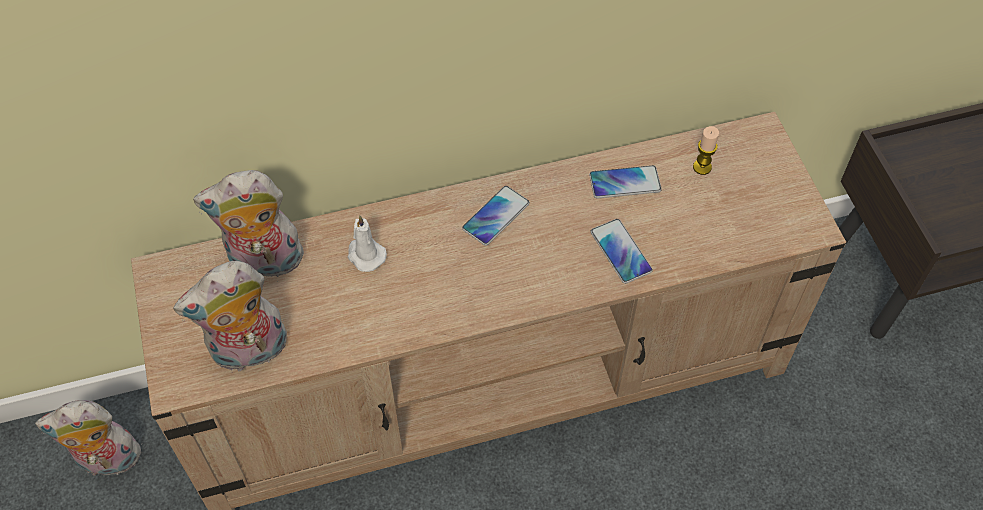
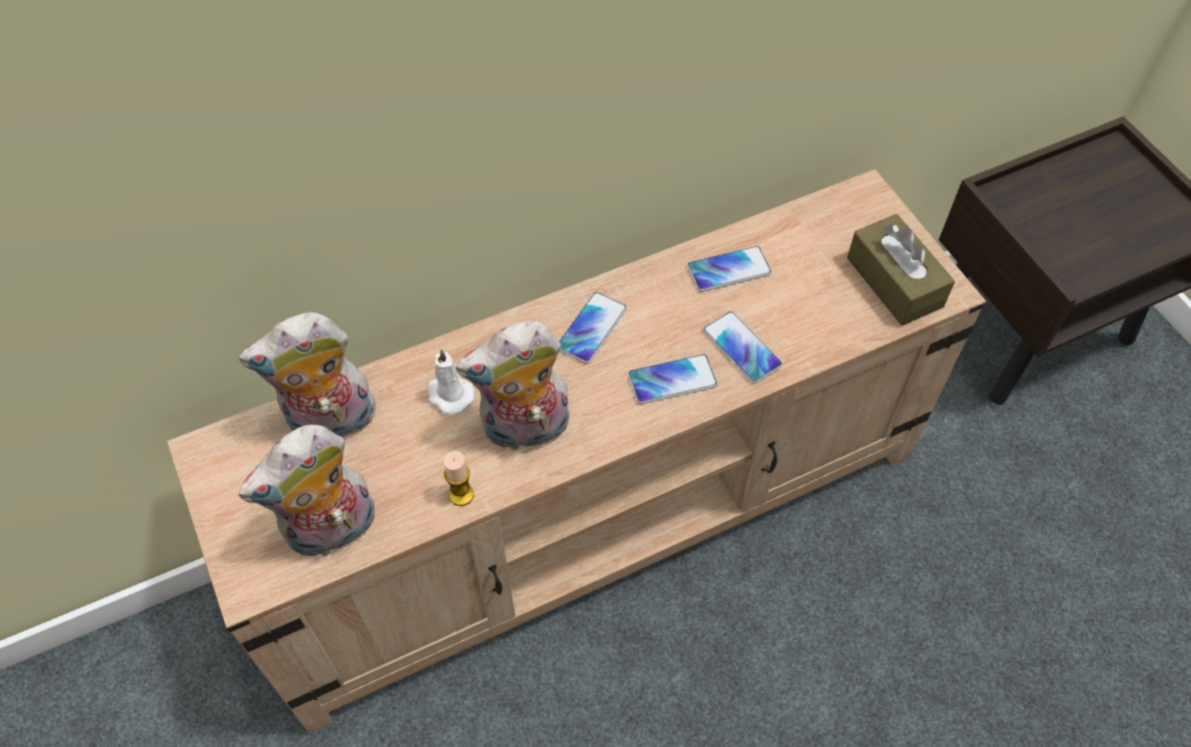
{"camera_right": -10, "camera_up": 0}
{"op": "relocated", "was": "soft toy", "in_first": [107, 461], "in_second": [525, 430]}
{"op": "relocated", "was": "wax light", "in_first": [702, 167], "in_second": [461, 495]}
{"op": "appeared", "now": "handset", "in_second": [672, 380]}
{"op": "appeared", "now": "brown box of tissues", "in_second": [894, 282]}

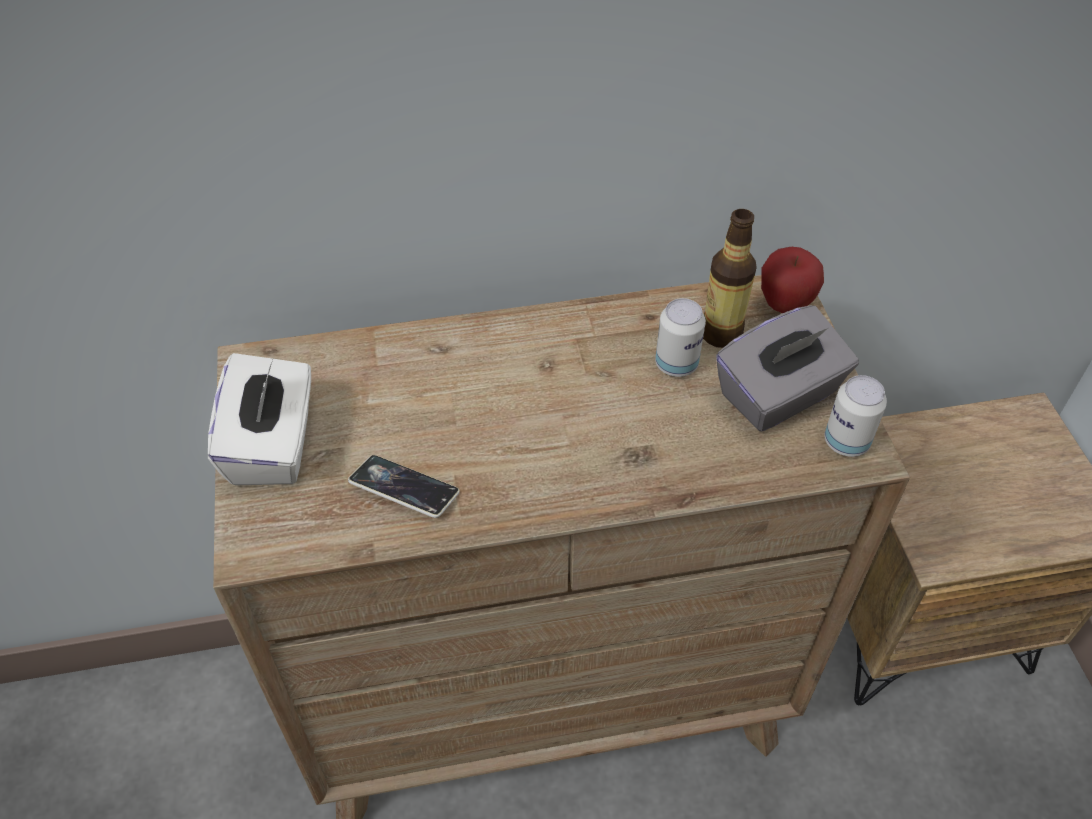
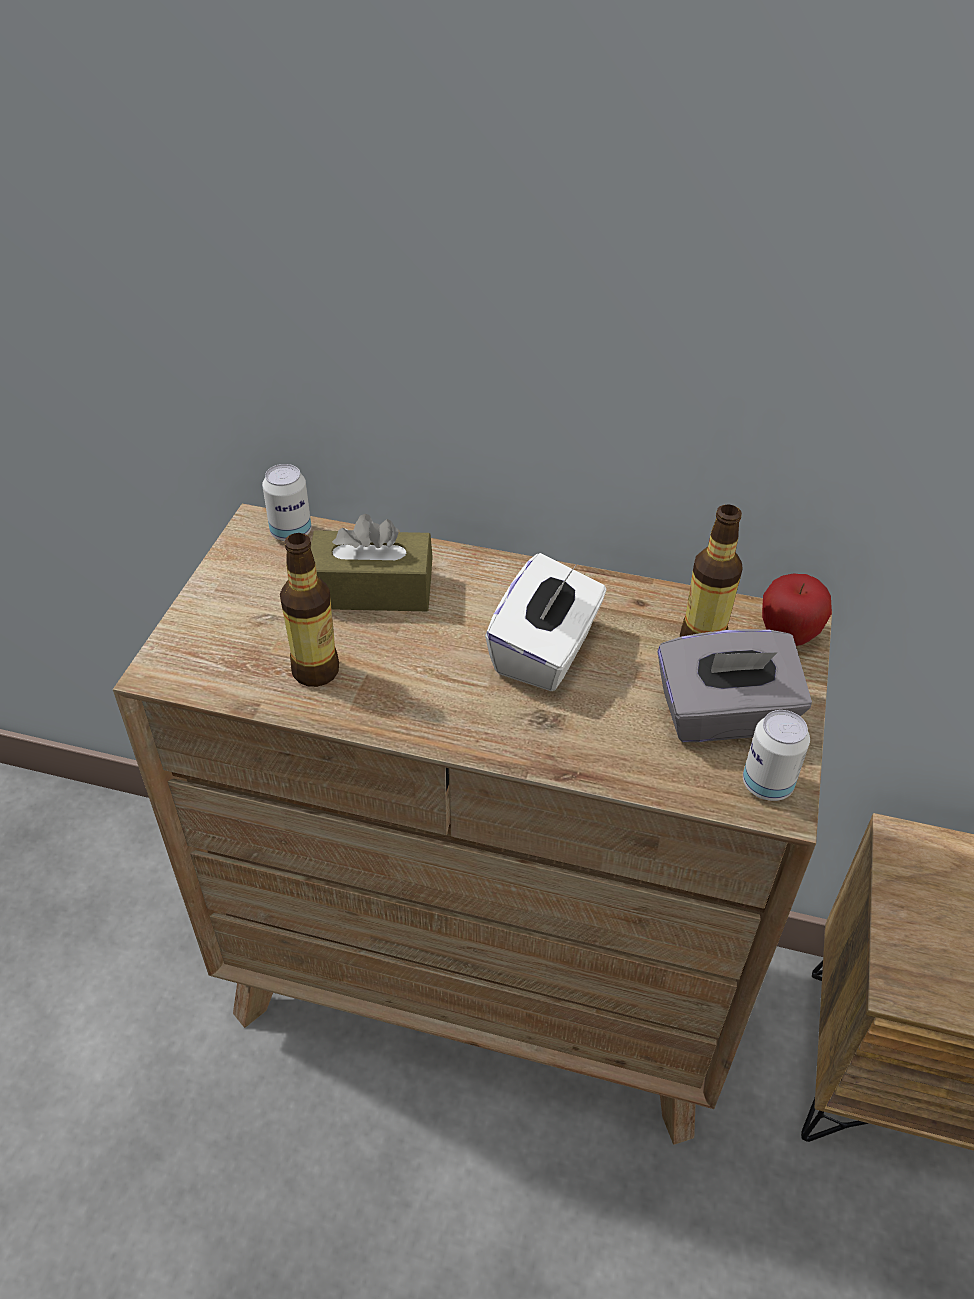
{"camera_right": 25, "camera_up": -5}
{"op": "relocated", "was": "white-coloured box of tissues", "in_first": [273, 445], "in_second": [545, 651]}
{"op": "exchanged", "was": "handset", "now": "bottle", "in_first": [404, 490], "in_second": [316, 671]}
{"op": "relocated", "was": "can", "in_first": [676, 364], "in_second": [291, 532]}
{"op": "appeared", "now": "brown box of tissues", "in_second": [372, 590]}

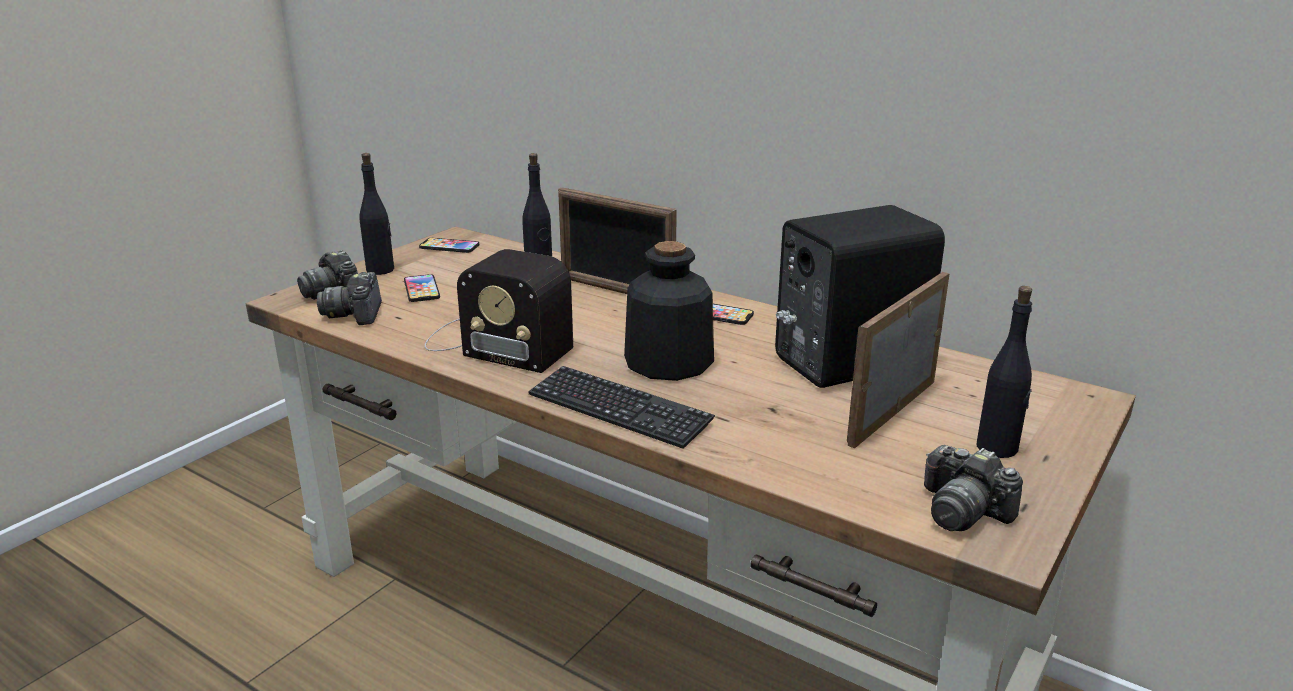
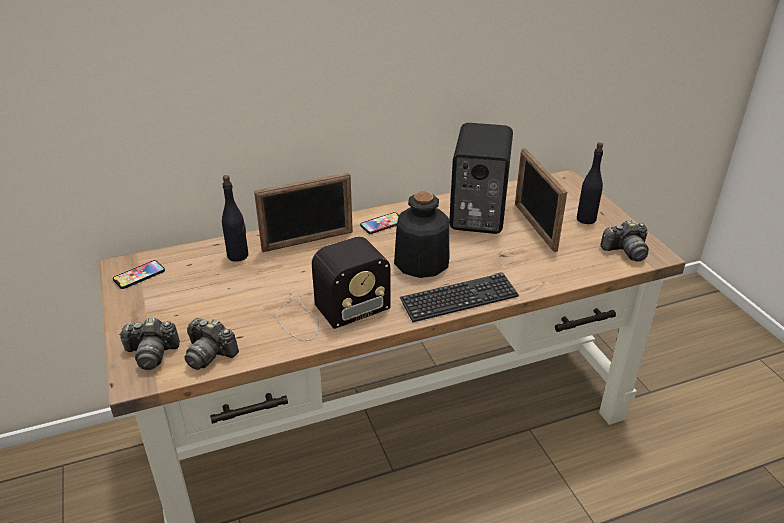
{"camera_right": -55, "camera_up": 10}
{"op": "missing", "was": "black bottle", "in_first": [380, 270]}
{"op": "missing", "was": "handset", "in_first": [421, 289]}

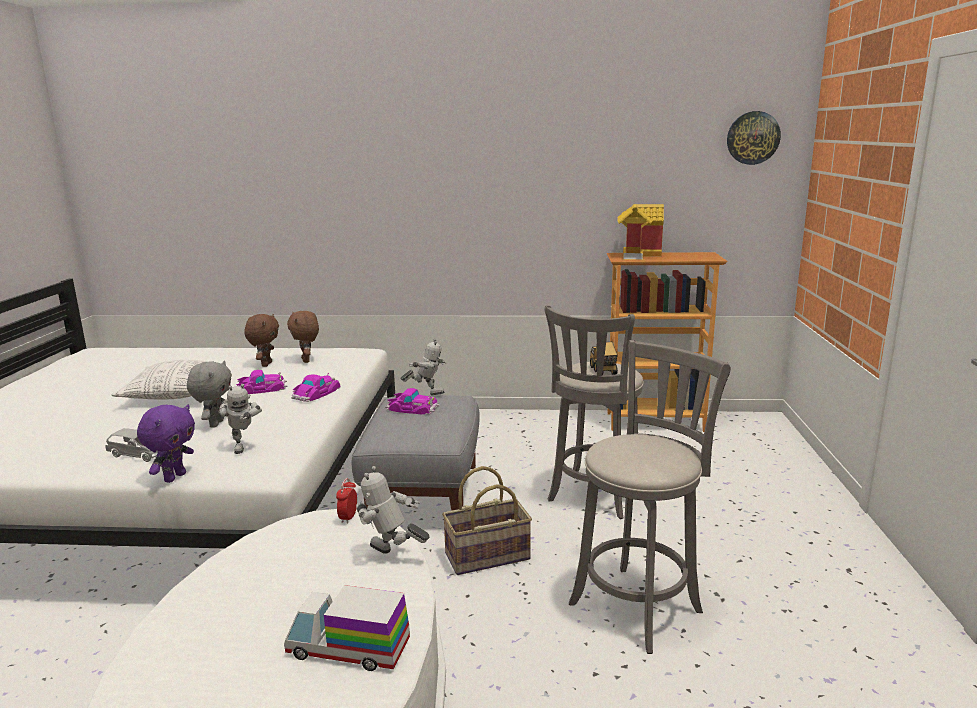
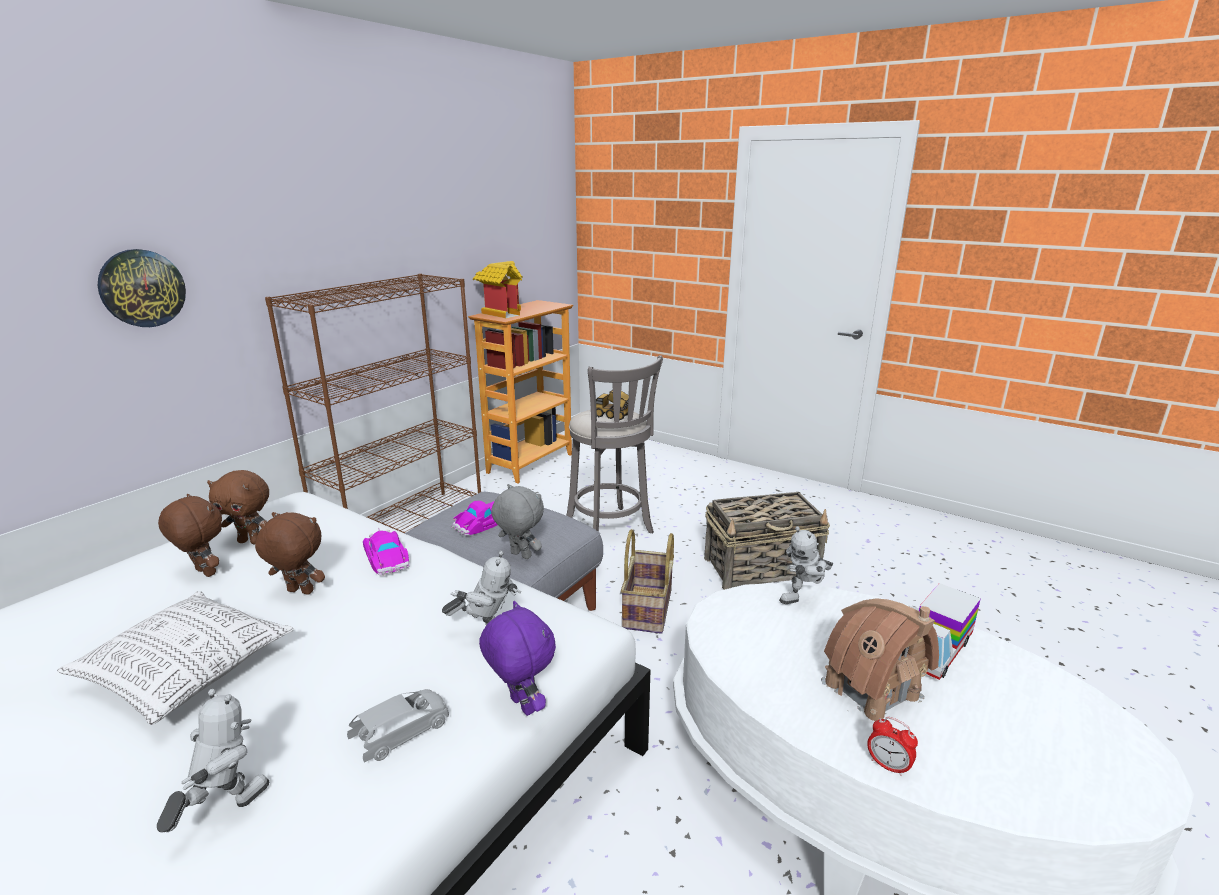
{"camera_right": -60, "camera_up": 5}
{"op": "relocated", "was": "grey soft toy", "in_first": [215, 423], "in_second": [519, 555]}
{"op": "exchanged", "was": "toy car", "now": "brown soft toy", "in_first": [261, 388], "in_second": [299, 592]}
{"op": "relocated", "was": "alarm clock", "in_first": [348, 517], "in_second": [888, 765]}
{"op": "relocated", "was": "model robot", "in_first": [426, 393], "in_second": [225, 811]}
{"op": "exchanged", "was": "grey stool", "now": "basket", "in_first": [639, 604], "in_second": [762, 568]}
{"op": "relocated", "was": "hanging clock", "in_first": [753, 138], "in_second": [142, 288]}
{"op": "appeared", "now": "brown bookcase", "in_second": [405, 529]}
{"op": "appeared", "now": "miniature house", "in_second": [872, 690]}

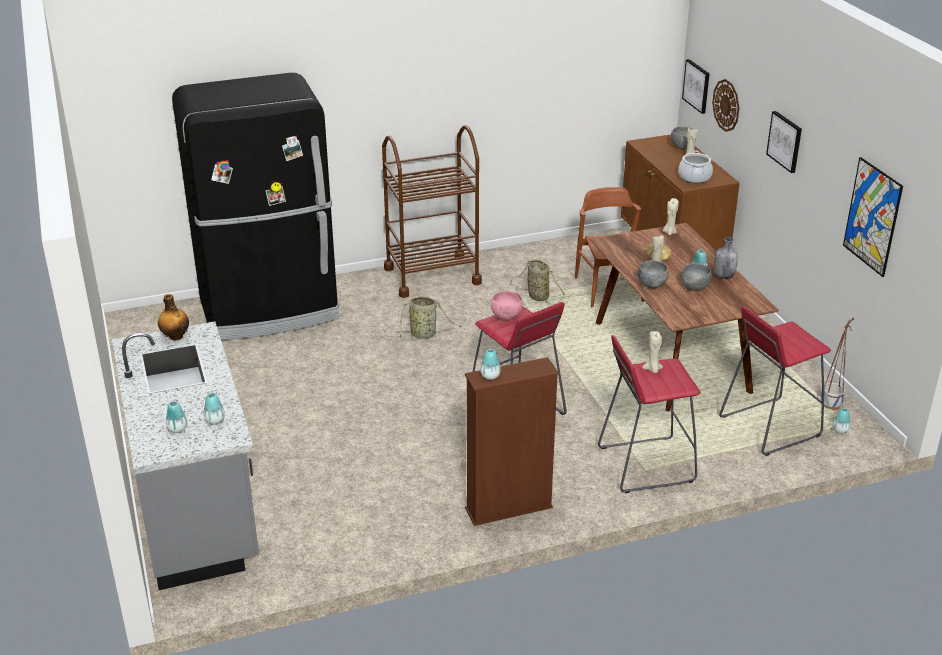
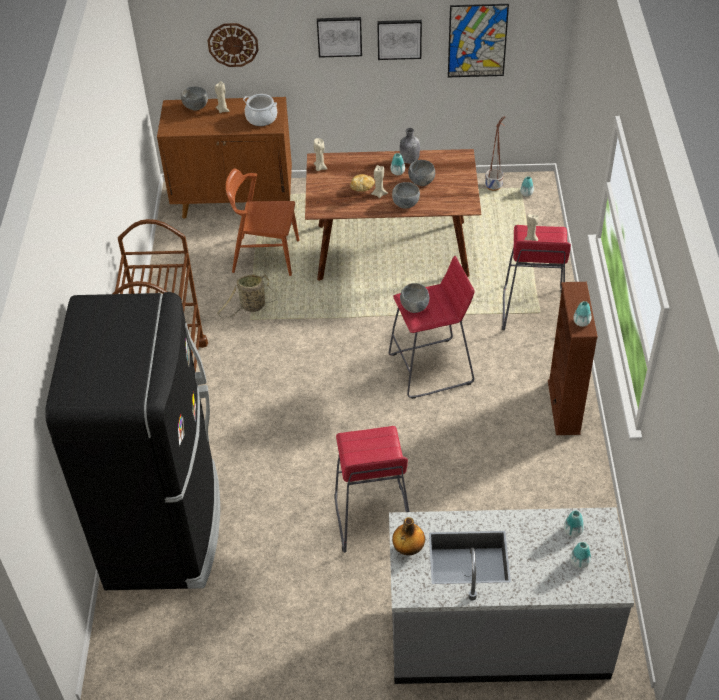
{"camera_right": -70, "camera_up": 15}
{"op": "missing", "was": "basket", "in_first": [425, 334]}
{"op": "colour", "was": "pink serving bowl", "now": "grey serving bowl", "in_first": [506, 316], "in_second": [414, 307]}
{"op": "relocated", "was": "wall art", "in_first": [697, 86], "in_second": [399, 39]}
{"op": "relocated", "was": "reddish stool", "in_first": [769, 426], "in_second": [372, 519]}

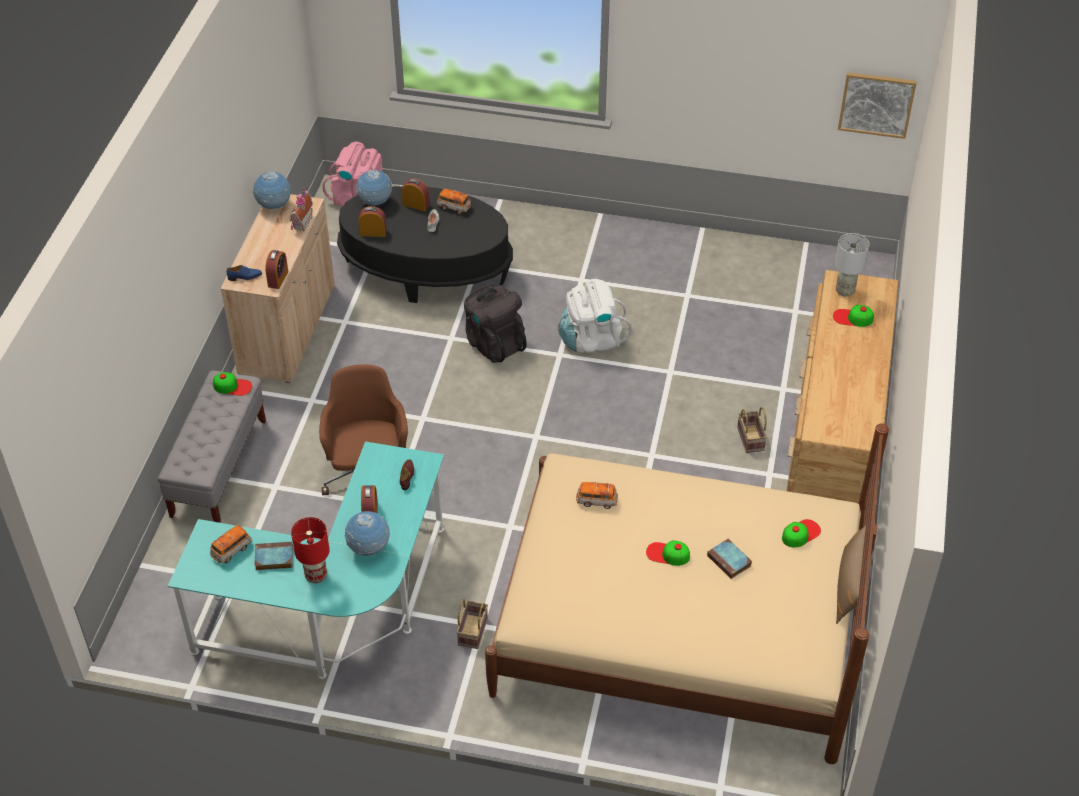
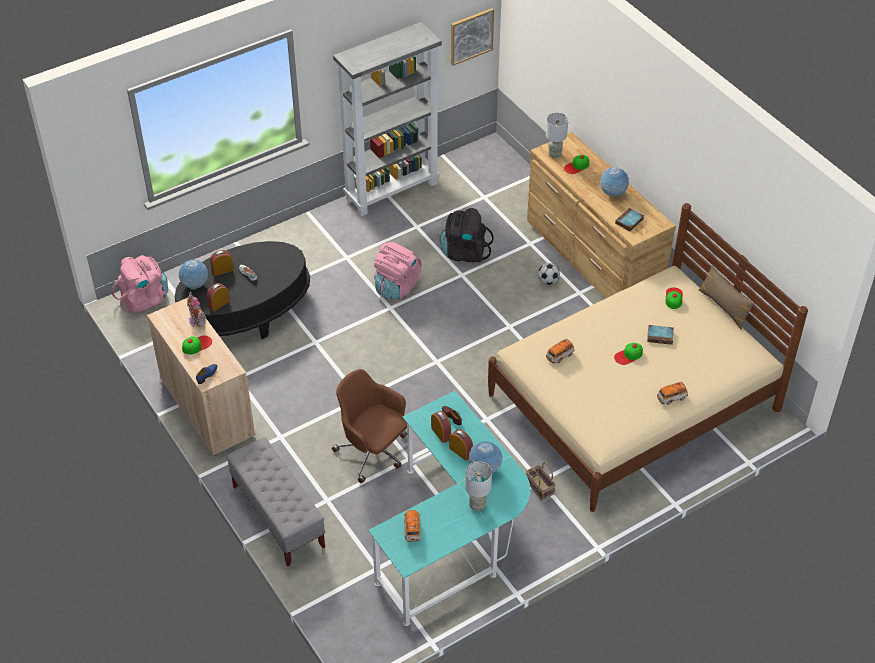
{"camera_right": -45, "camera_up": 0}
{"op": "relocated", "was": "peaked cap", "in_first": [232, 386], "in_second": [197, 345]}
{"op": "relocated", "was": "world globe", "in_first": [274, 206], "in_second": [613, 194]}
{"op": "relocated", "was": "book", "in_first": [273, 558], "in_second": [629, 221]}
{"op": "relocated", "was": "alarm clock", "in_first": [278, 279], "in_second": [441, 433]}
{"op": "colour", "was": "reddish lamp for a table", "now": "grey lamp for a table", "in_first": [315, 576], "in_second": [477, 506]}
{"op": "relocated", "was": "toy car", "in_first": [454, 207], "in_second": [671, 398]}
{"op": "relocated", "was": "black knapsack", "in_first": [493, 343], "in_second": [464, 252]}
{"op": "colour", "was": "white-coloured knapsack", "now": "pink knapsack", "in_first": [591, 339], "in_second": [396, 287]}
{"op": "exchanged", "was": "basket", "now": "ball for football", "in_first": [751, 439], "in_second": [548, 281]}
{"op": "appeared", "now": "grey bookcase", "in_second": [392, 190]}

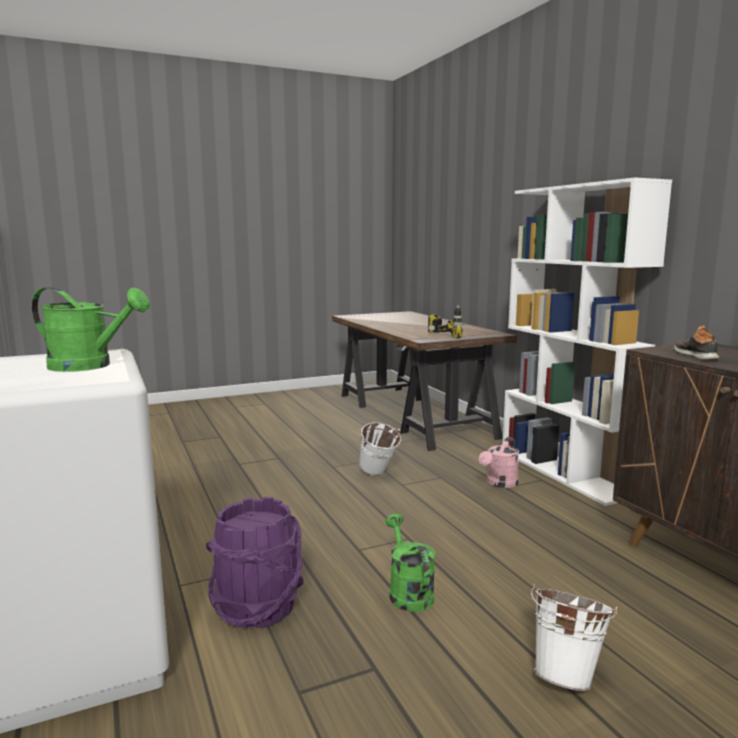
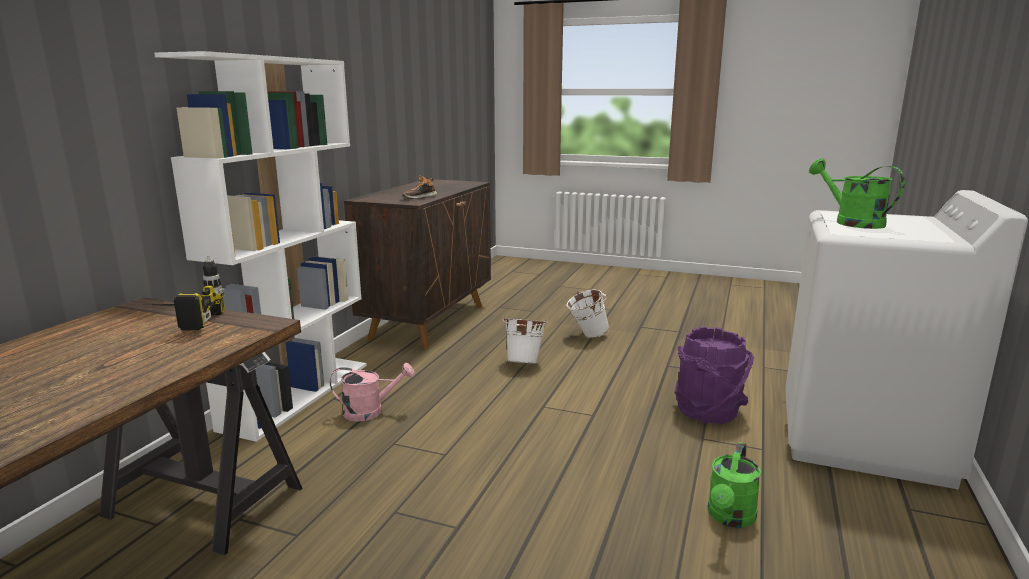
{"camera_right": -135, "camera_up": 5}
{"op": "relocated", "was": "white-coloured pail", "in_first": [378, 474], "in_second": [524, 363]}
{"op": "relocated", "was": "green-coloured sprinkling can", "in_first": [408, 591], "in_second": [730, 518]}

